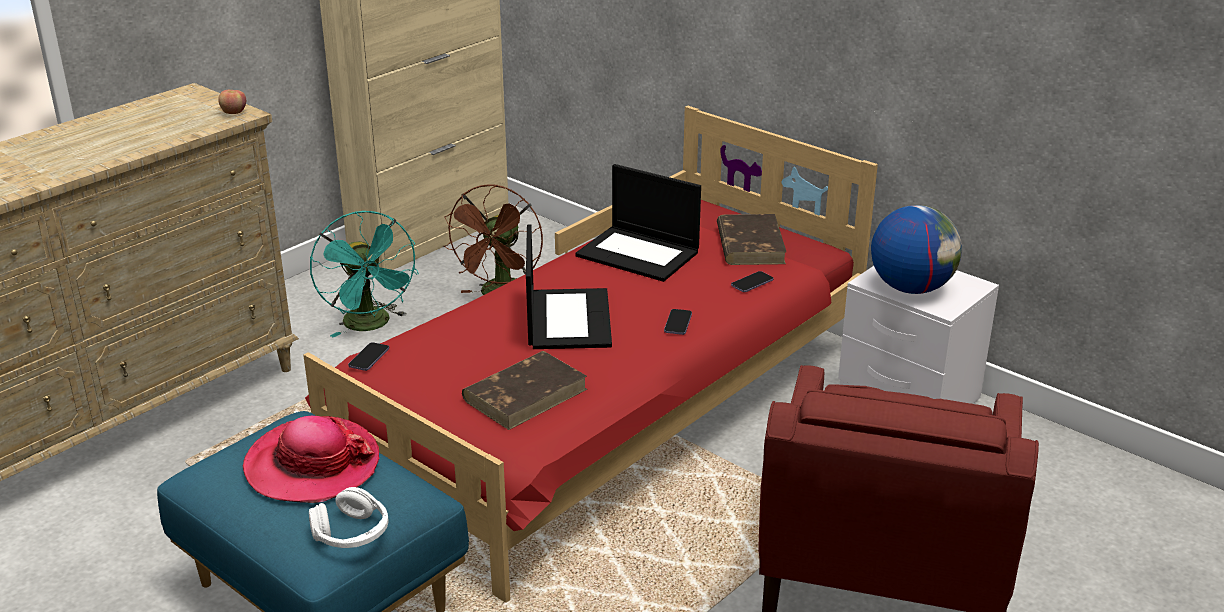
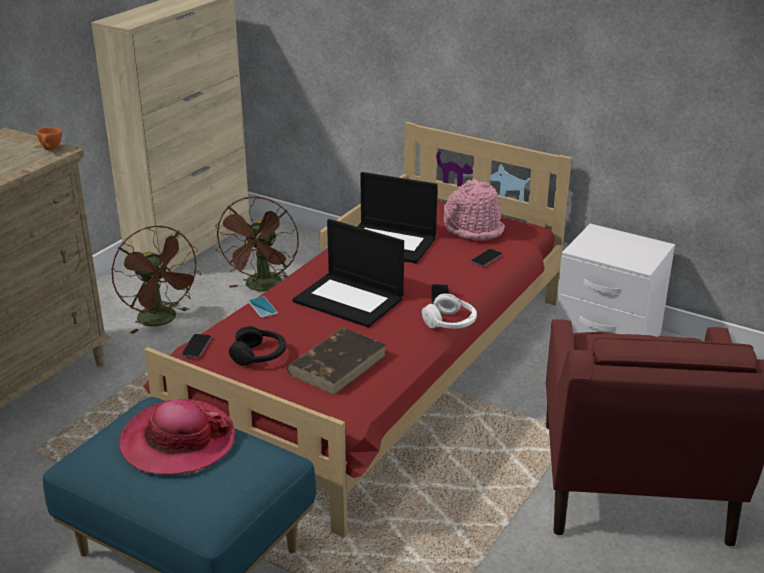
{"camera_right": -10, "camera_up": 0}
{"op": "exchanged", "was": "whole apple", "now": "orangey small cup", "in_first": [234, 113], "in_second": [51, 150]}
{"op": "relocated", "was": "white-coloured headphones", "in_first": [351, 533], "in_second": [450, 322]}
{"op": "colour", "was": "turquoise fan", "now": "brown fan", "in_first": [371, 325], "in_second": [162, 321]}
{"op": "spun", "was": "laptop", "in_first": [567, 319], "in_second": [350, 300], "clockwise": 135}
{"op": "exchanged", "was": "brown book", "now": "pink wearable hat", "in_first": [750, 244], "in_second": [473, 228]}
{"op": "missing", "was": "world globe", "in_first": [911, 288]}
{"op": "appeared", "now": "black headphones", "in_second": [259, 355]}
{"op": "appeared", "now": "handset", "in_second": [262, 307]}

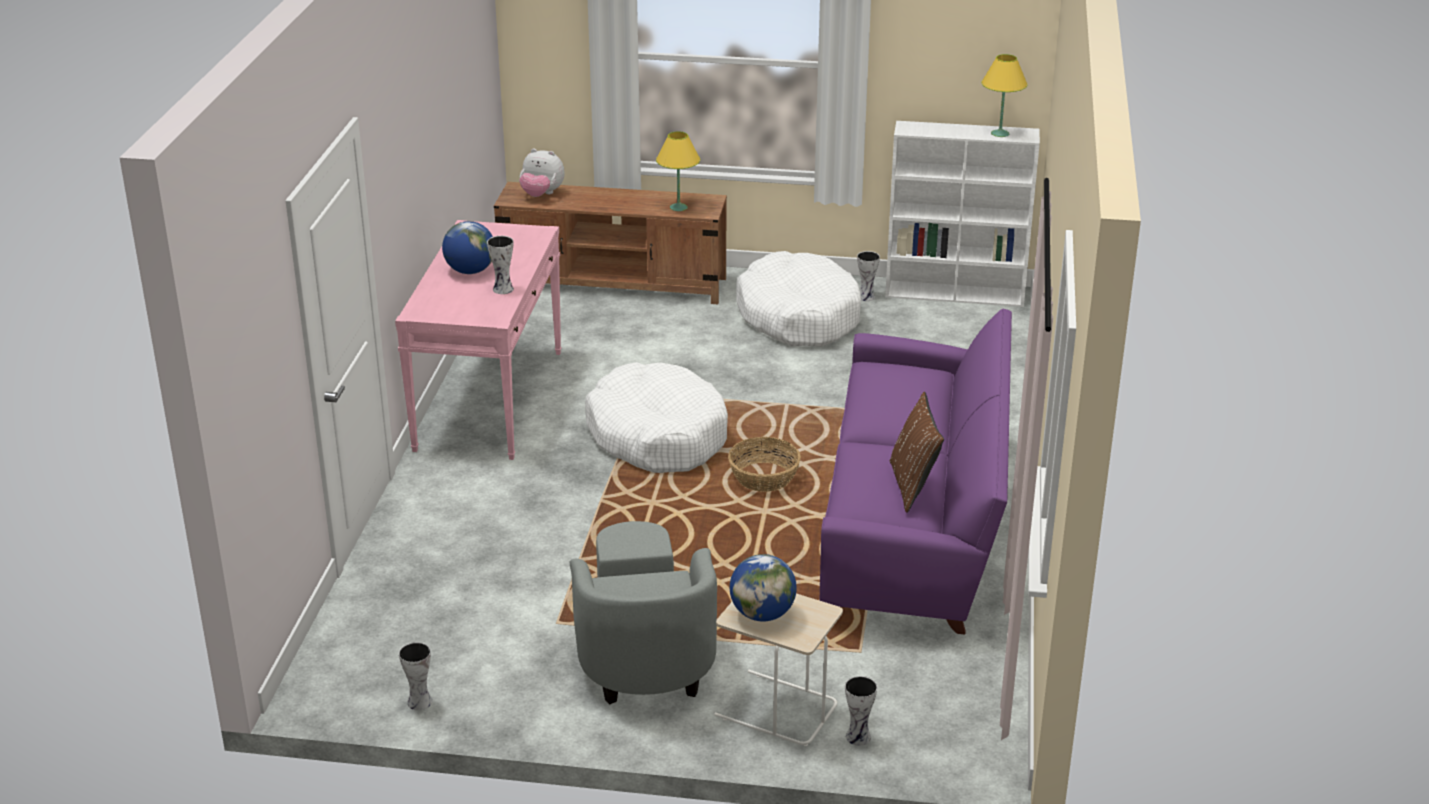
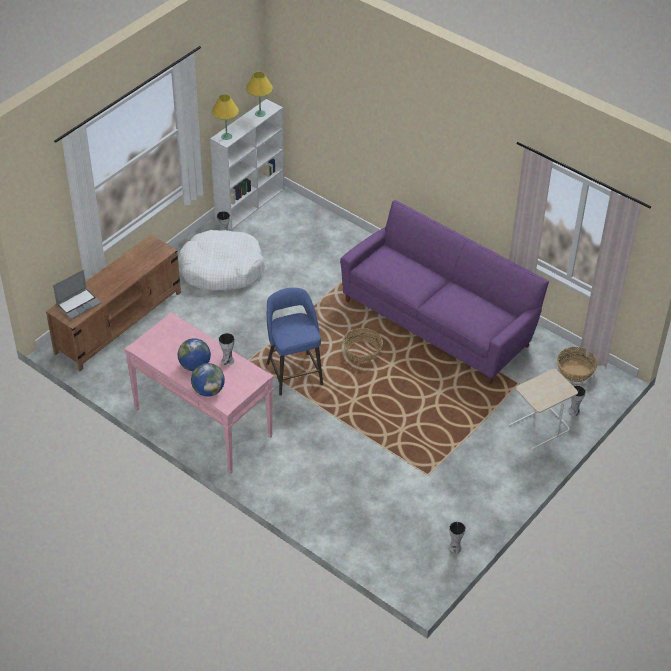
{"camera_right": -60, "camera_up": 15}
{"op": "exchanged", "was": "soft toy", "now": "laptop", "in_first": [542, 195], "in_second": [78, 304]}
{"op": "missing", "was": "grey lounge chair", "in_first": [643, 651]}
{"op": "exchanged", "was": "white-coloured dog bed", "now": "bluish stool", "in_first": [657, 436], "in_second": [294, 372]}
{"op": "relocated", "was": "yellow lamp for a table", "in_first": [678, 207], "in_second": [226, 136]}
{"op": "relocated", "was": "world globe", "in_first": [762, 614], "in_second": [208, 390]}
{"op": "missing", "was": "brown throw pillow", "in_first": [913, 486]}
{"op": "appeared", "now": "basket", "in_second": [575, 371]}

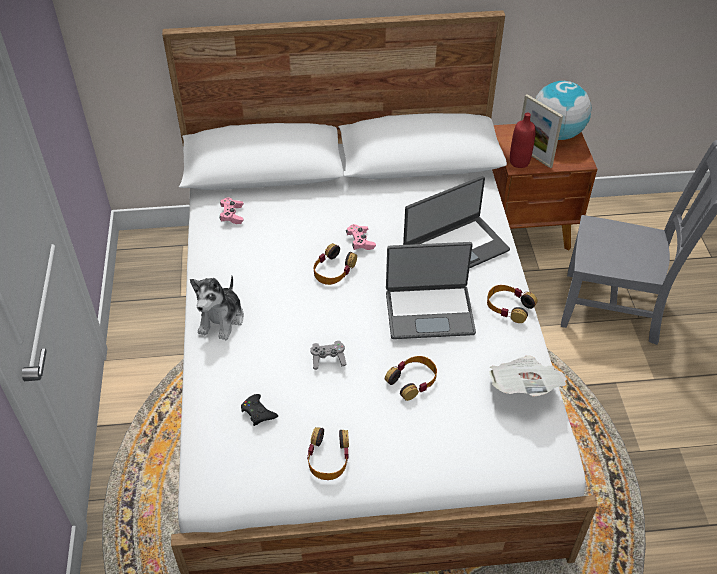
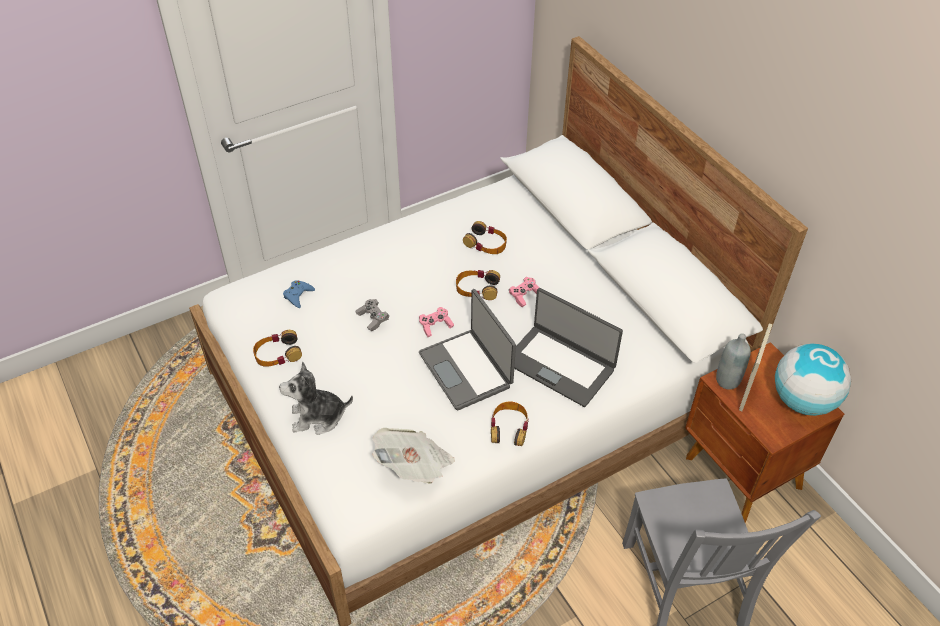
{"camera_right": 65, "camera_up": 0}
{"op": "relocated", "was": "soft toy", "in_first": [222, 319], "in_second": [318, 417]}
{"op": "relocated", "was": "pink gamepad", "in_first": [232, 215], "in_second": [435, 326]}
{"op": "colour", "was": "black gamepad", "now": "bluish gamepad", "in_first": [258, 412], "in_second": [298, 295]}
{"op": "relocated", "was": "headphones", "in_first": [412, 380], "in_second": [486, 243]}
{"op": "colour", "was": "reddish bottle", "now": "grey bottle", "in_first": [519, 162], "in_second": [727, 381]}

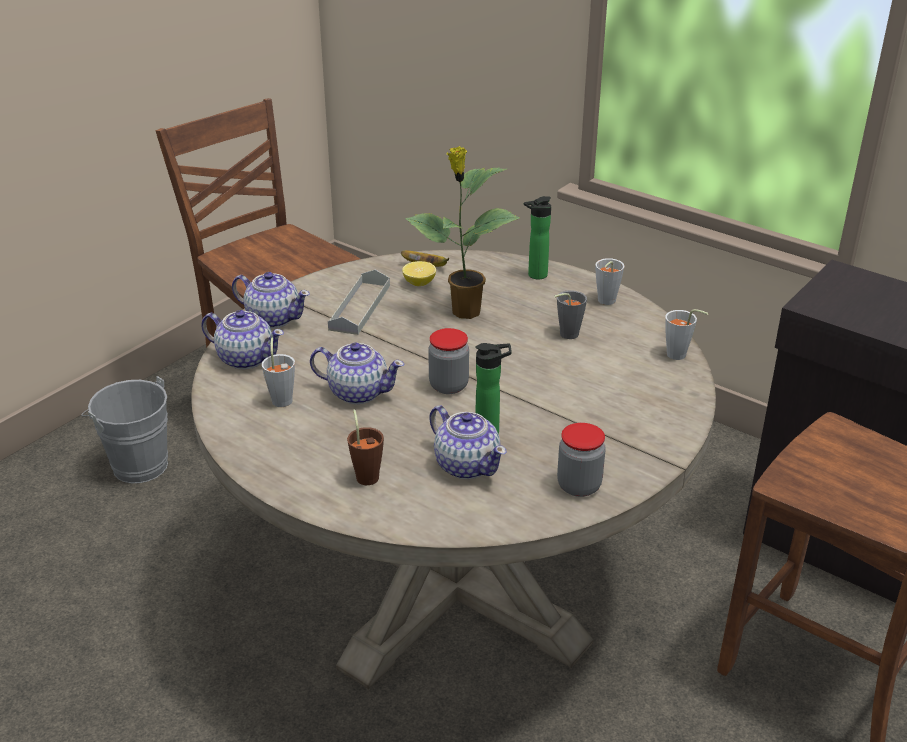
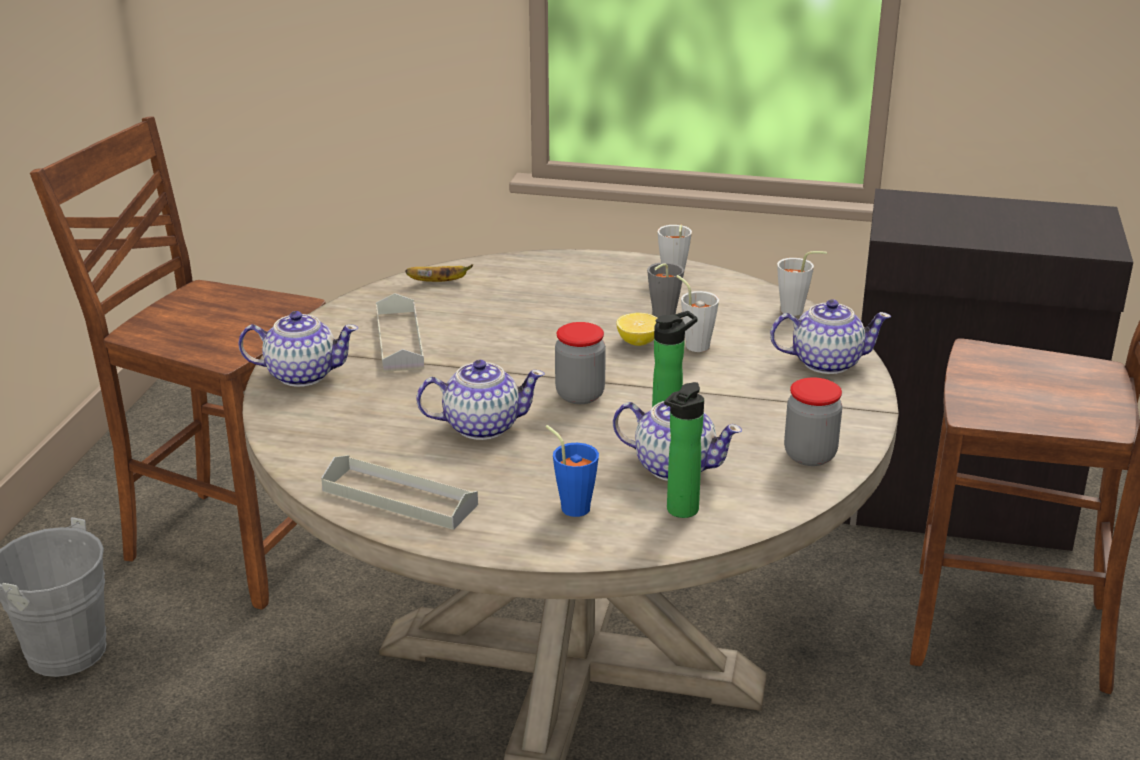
{"camera_right": -25, "camera_up": -5}
{"op": "relocated", "was": "teapot", "in_first": [245, 358], "in_second": [825, 362]}
{"op": "relocated", "was": "grey small cup", "in_first": [282, 398], "in_second": [694, 344]}
{"op": "colour", "was": "brown small cup", "now": "bluish small cup", "in_first": [366, 474], "in_second": [571, 505]}
{"op": "relocated", "was": "citrus fruit", "in_first": [419, 283], "in_second": [638, 342]}
{"op": "missing", "was": "potted plant", "in_first": [464, 312]}
{"op": "relocated", "was": "bottle", "in_first": [535, 276], "in_second": [680, 512]}
{"op": "appeared", "now": "grey serving tray", "in_second": [399, 498]}

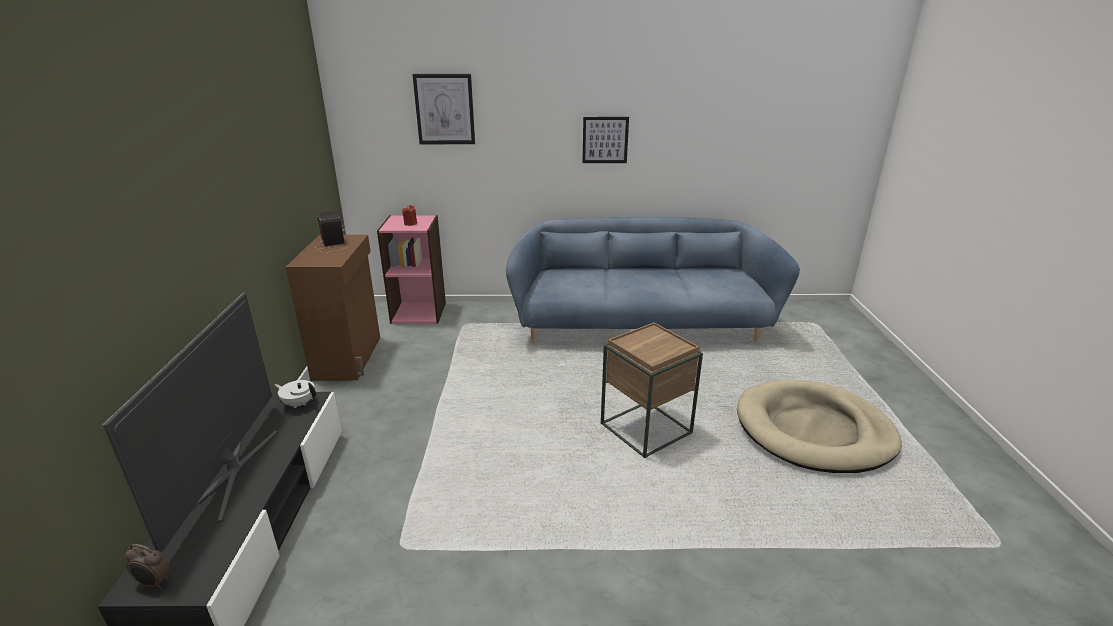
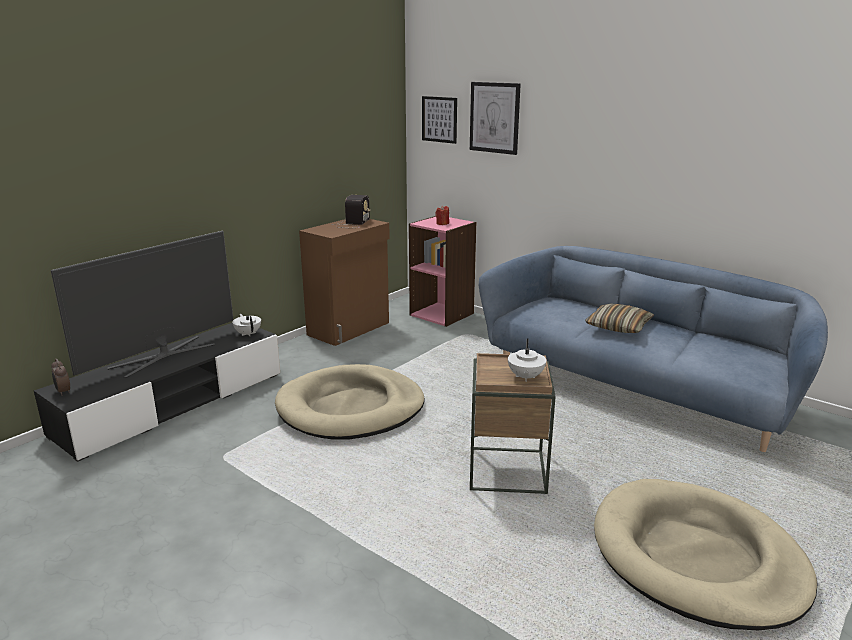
{"camera_right": 40, "camera_up": -5}
{"op": "relocated", "was": "wall art", "in_first": [605, 140], "in_second": [439, 119]}
{"op": "appeared", "now": "sand-coloured dog bed", "in_second": [351, 408]}
{"op": "appeared", "now": "white-coloured teapot", "in_second": [525, 377]}
{"op": "appeared", "now": "throw pillow", "in_second": [618, 327]}

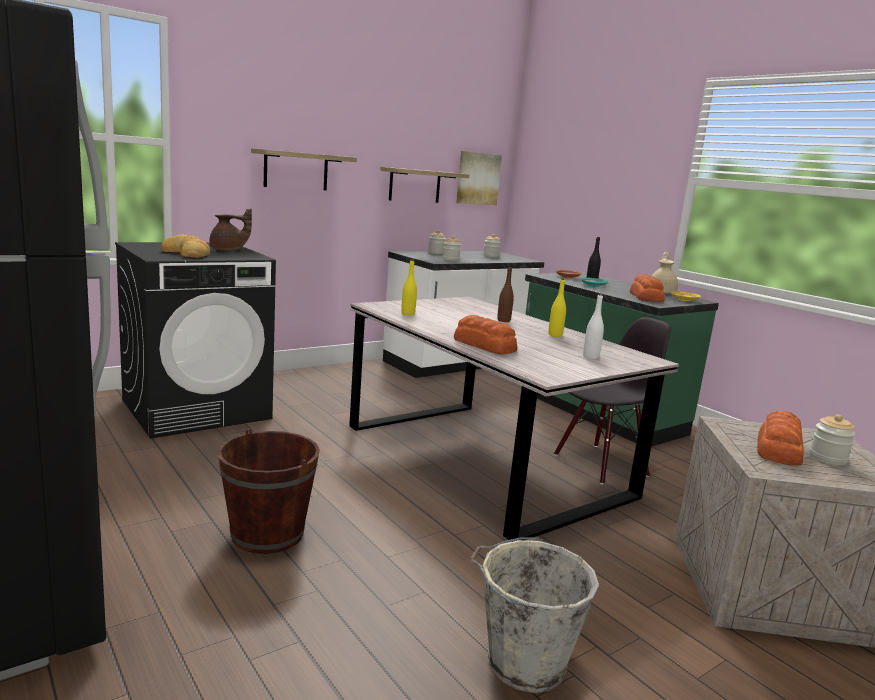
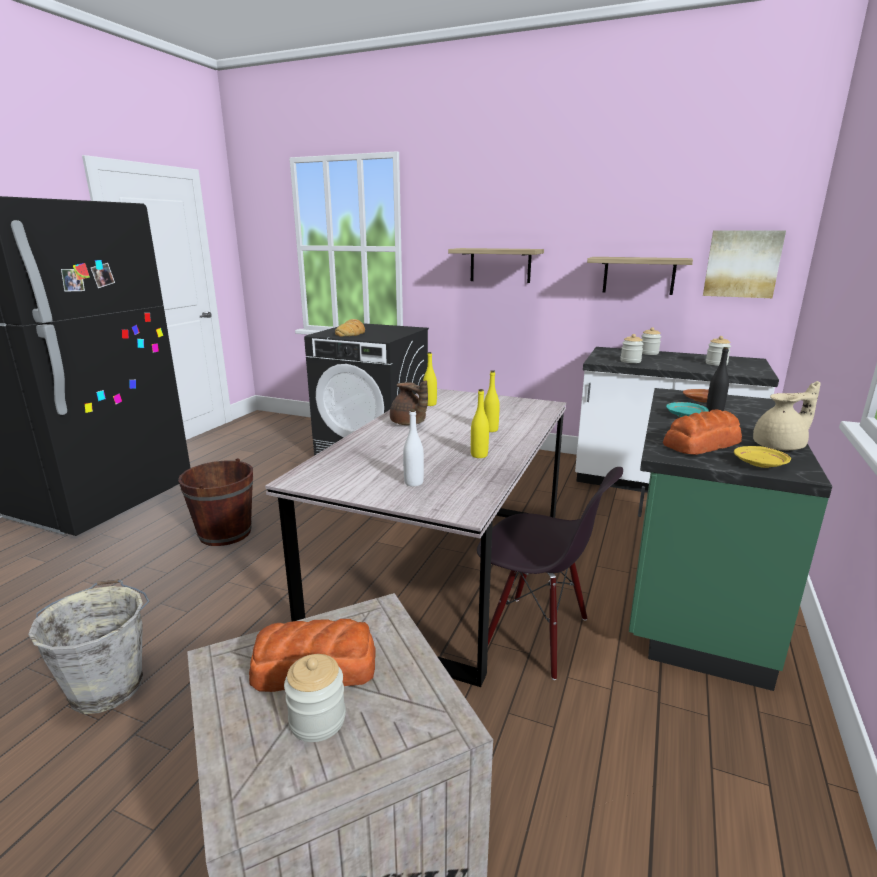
{"camera_right": 60, "camera_up": 5}
{"op": "relocated", "was": "brown teapot", "in_first": [228, 250], "in_second": [409, 423]}
{"op": "missing", "was": "bakery bread", "in_first": [485, 345]}
{"op": "colour", "was": "brown bottle", "now": "yellow bottle", "in_first": [503, 320], "in_second": [490, 430]}

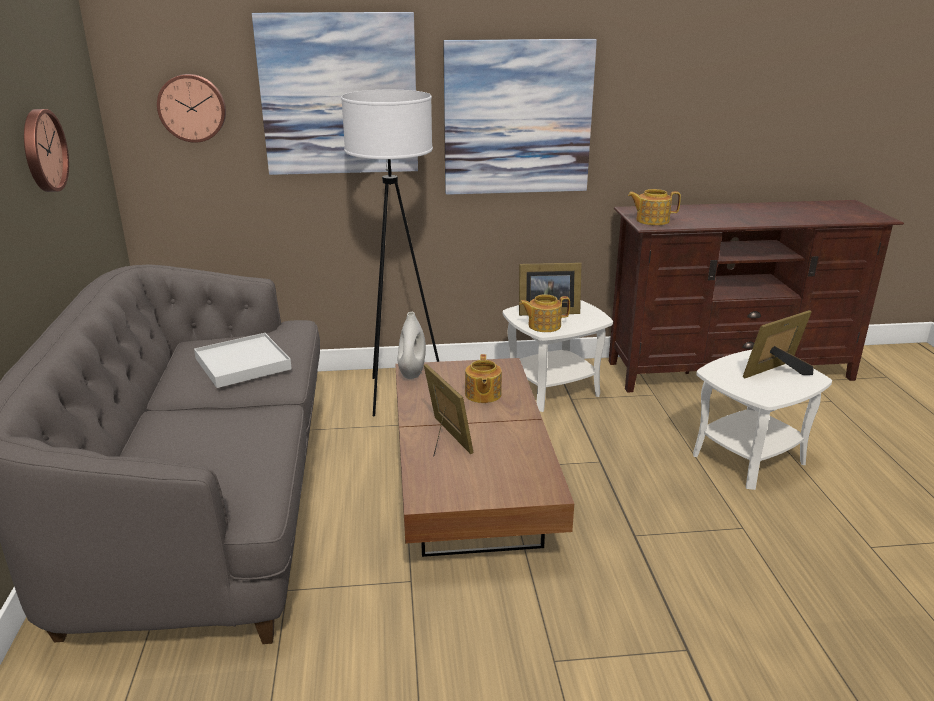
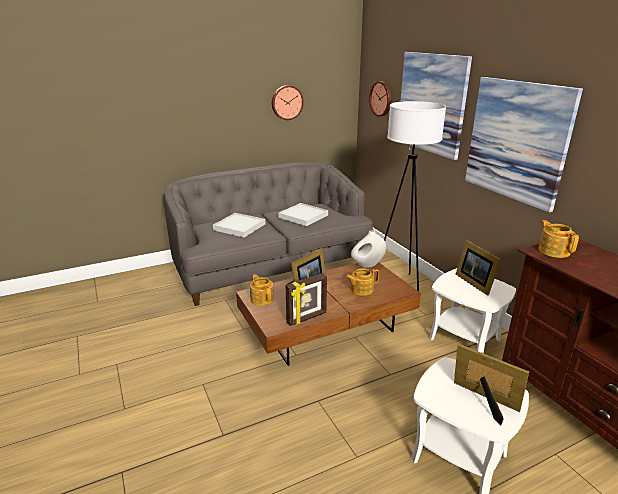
{"camera_right": 70, "camera_up": 0}
{"op": "relocated", "was": "teapot", "in_first": [543, 325], "in_second": [262, 299]}
{"op": "appeared", "now": "white-coloured serving tray", "in_second": [239, 227]}
{"op": "appeared", "now": "photo frame", "in_second": [307, 318]}

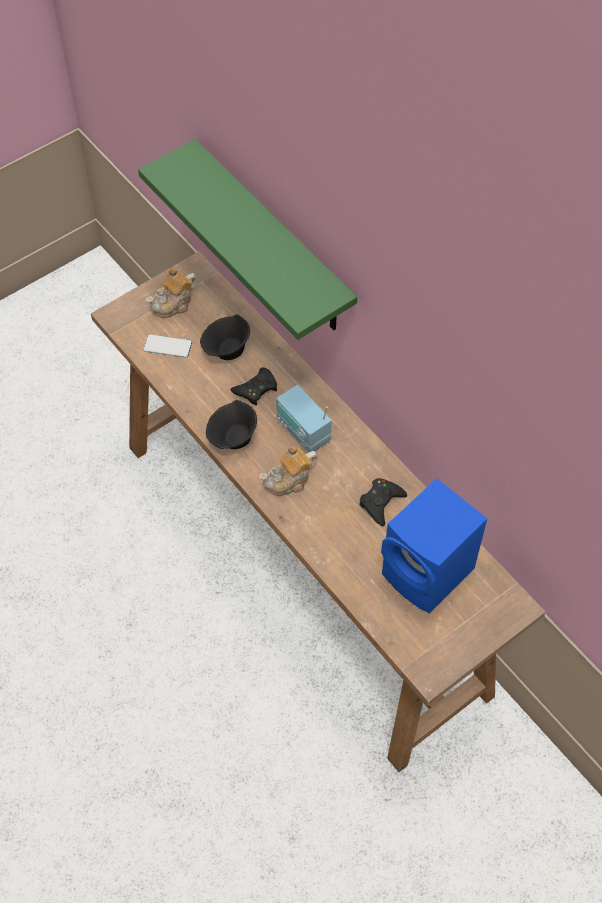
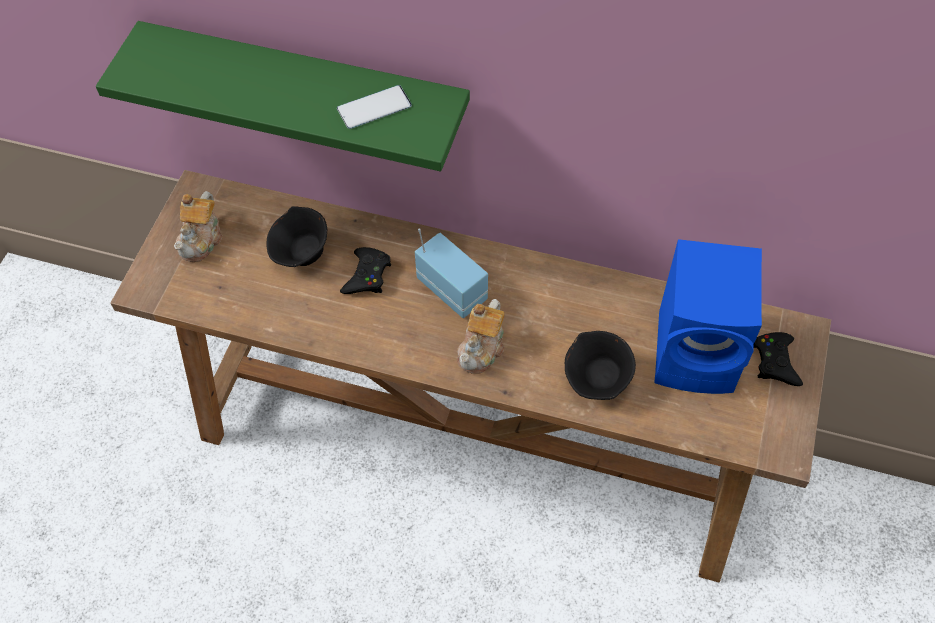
{"camera_right": -35, "camera_up": 0}
{"op": "relocated", "was": "handset", "in_first": [168, 346], "in_second": [374, 107]}
{"op": "relocated", "was": "black serving bowl", "in_first": [233, 439], "in_second": [597, 381]}
{"op": "spun", "was": "radio", "in_first": [303, 431], "in_second": [452, 289], "clockwise": -150}
{"op": "relocated", "was": "black gamepad", "in_first": [381, 503], "in_second": [775, 362]}

